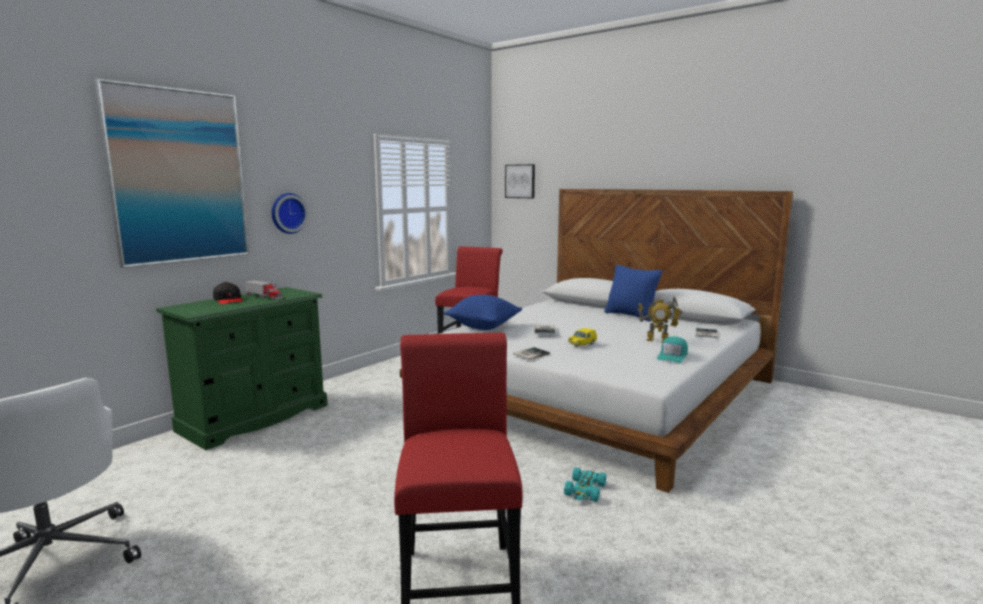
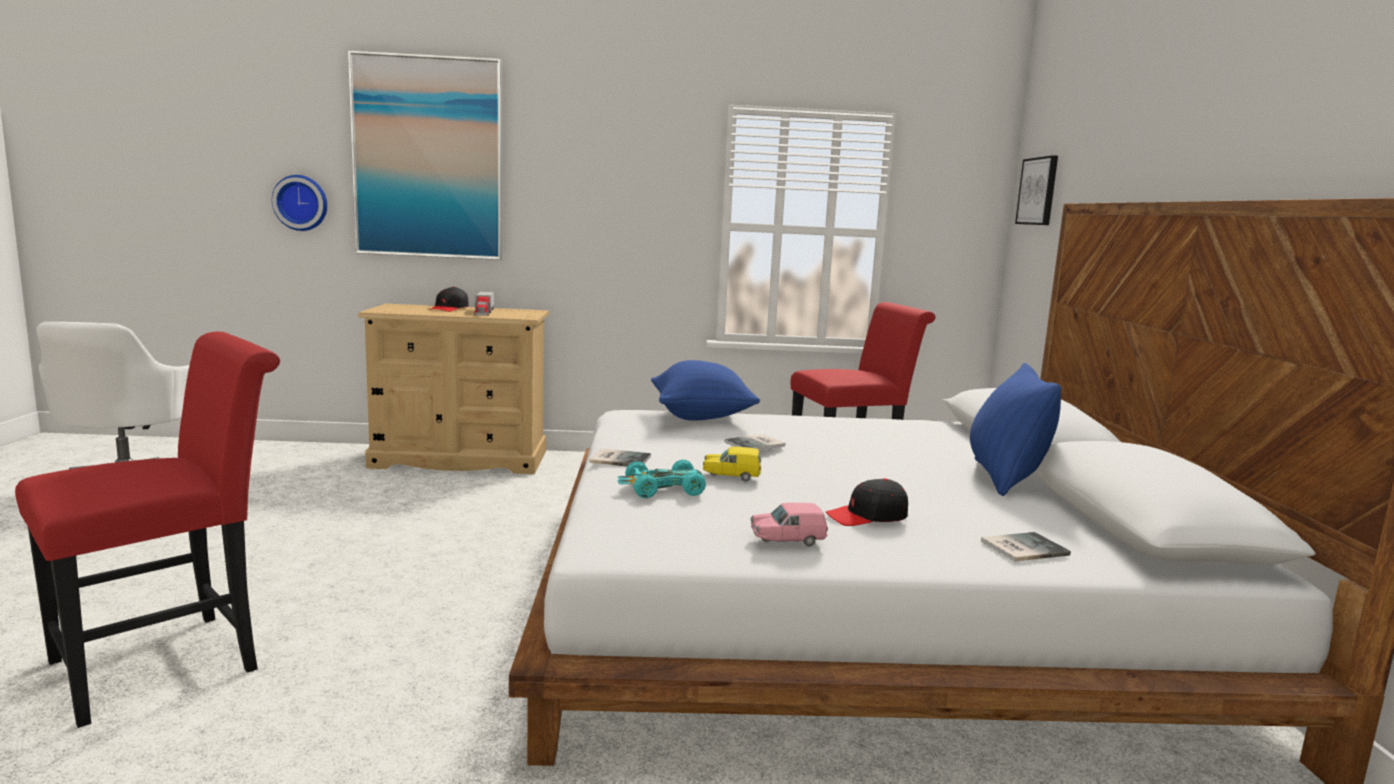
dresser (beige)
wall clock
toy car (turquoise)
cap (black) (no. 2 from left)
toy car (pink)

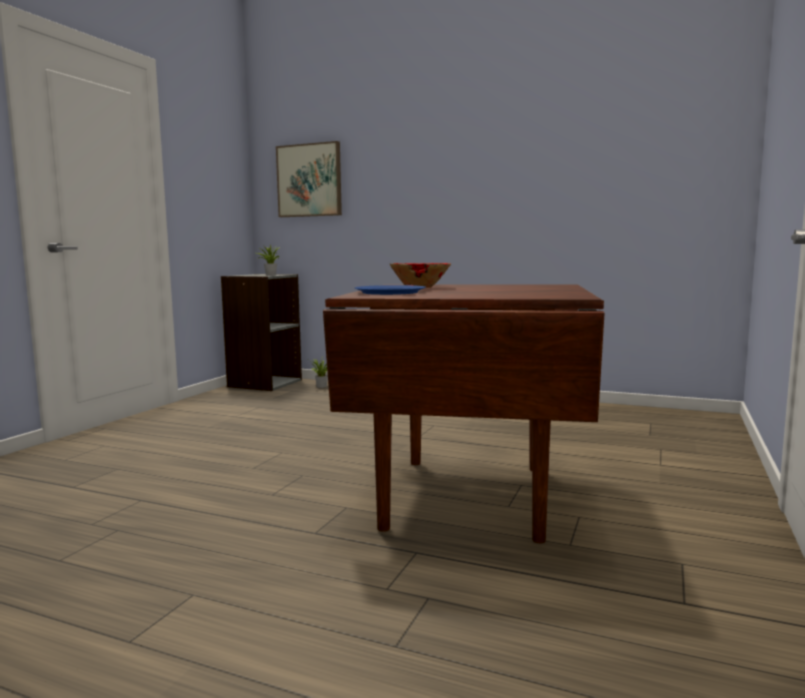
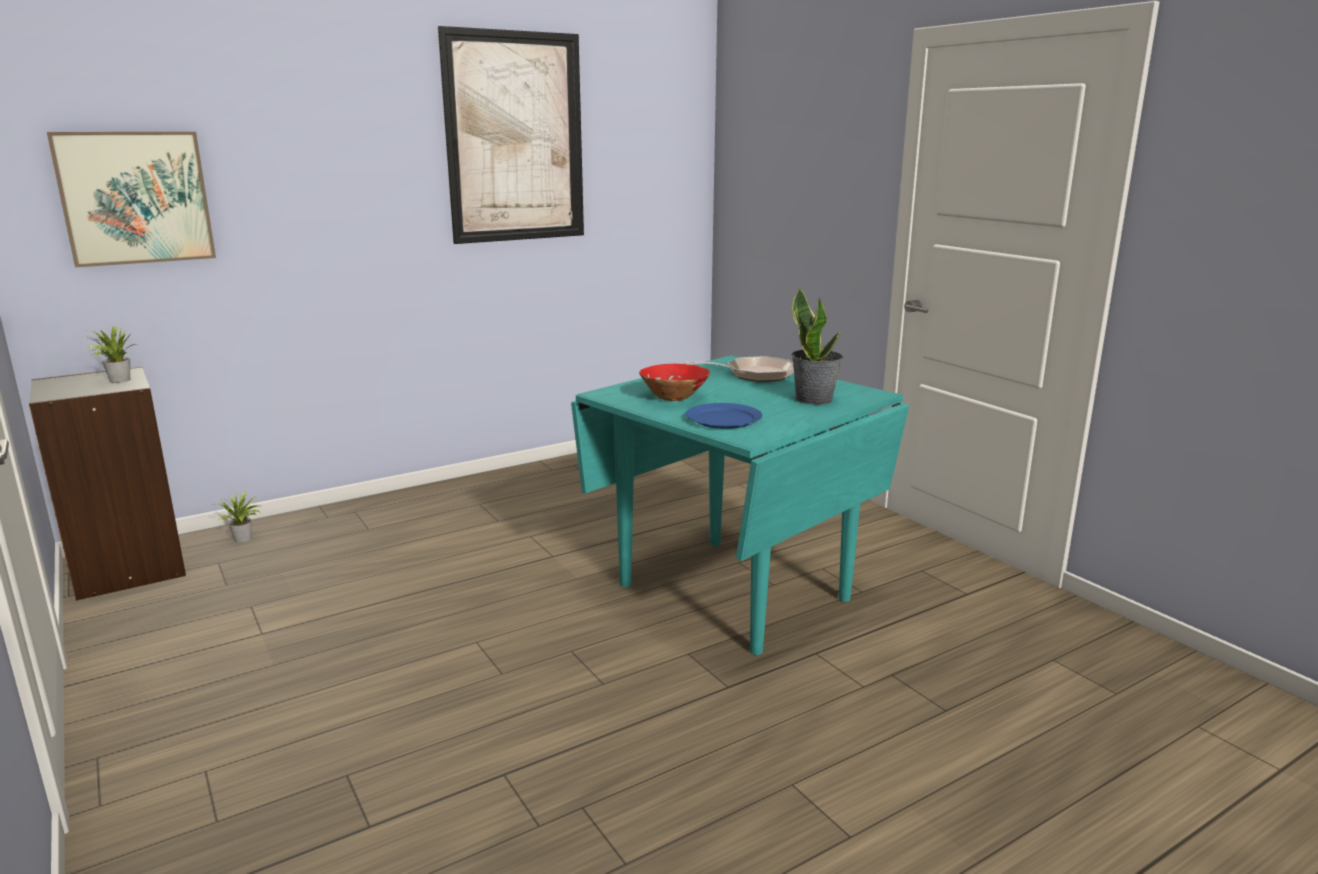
dining table (turquoise)
picture (no. 2 from left)
frying pan
potted plant (no. 3 from left)

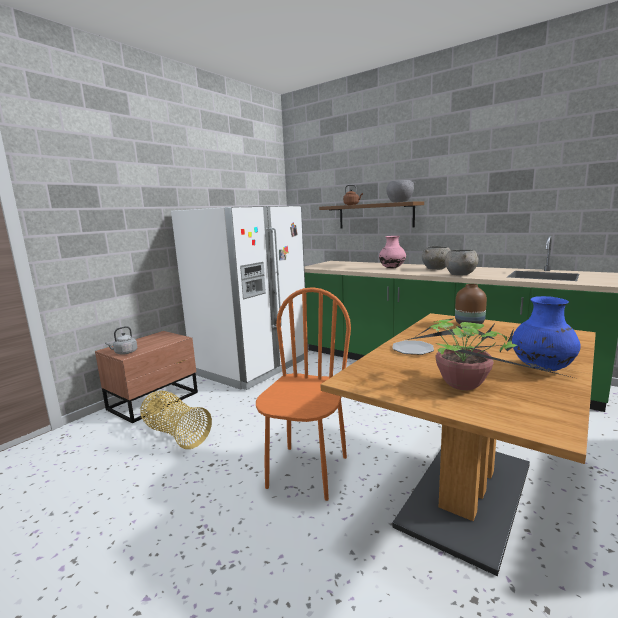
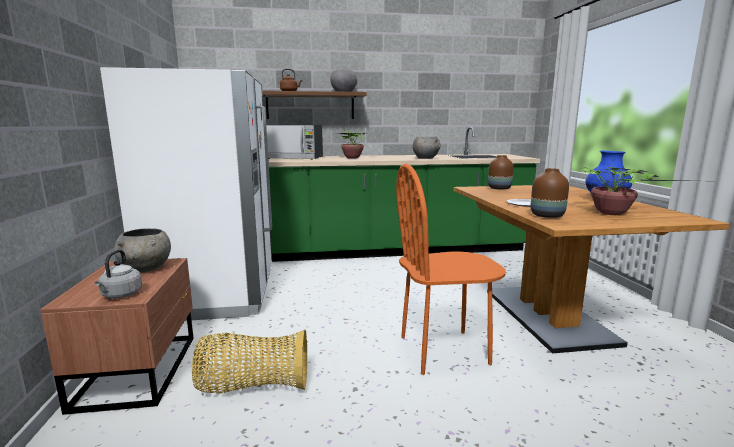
chair (orange)
potted plant (no. 1 from left)
bowl (grey) (no. 1 from left)
microwave
vase (brown) (no. 2 from left)

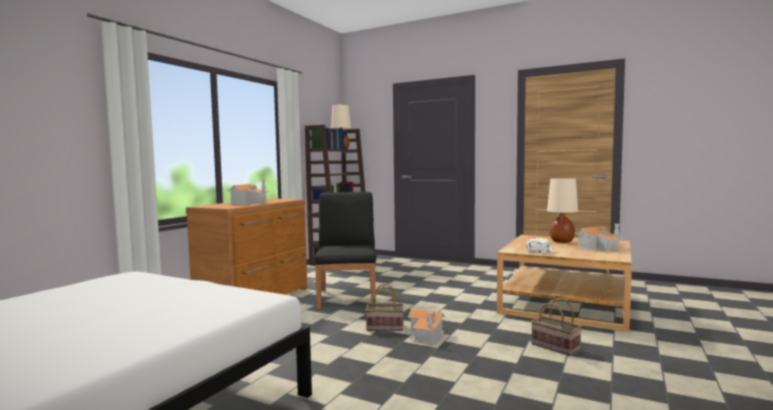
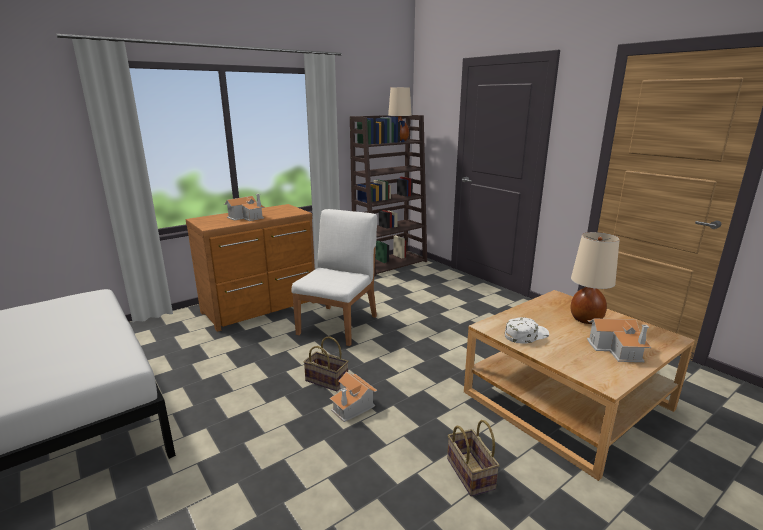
chair (white)

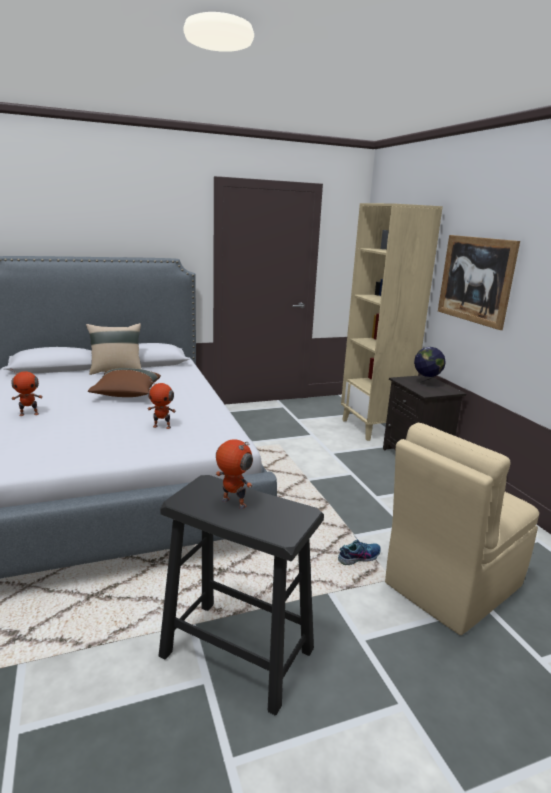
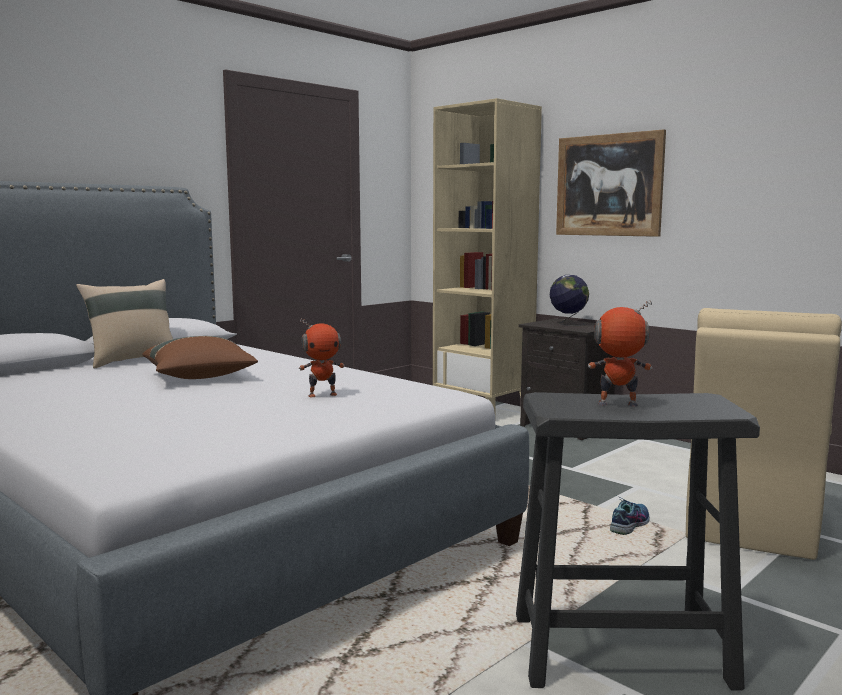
toy robot (no. 1 from left in the first image)

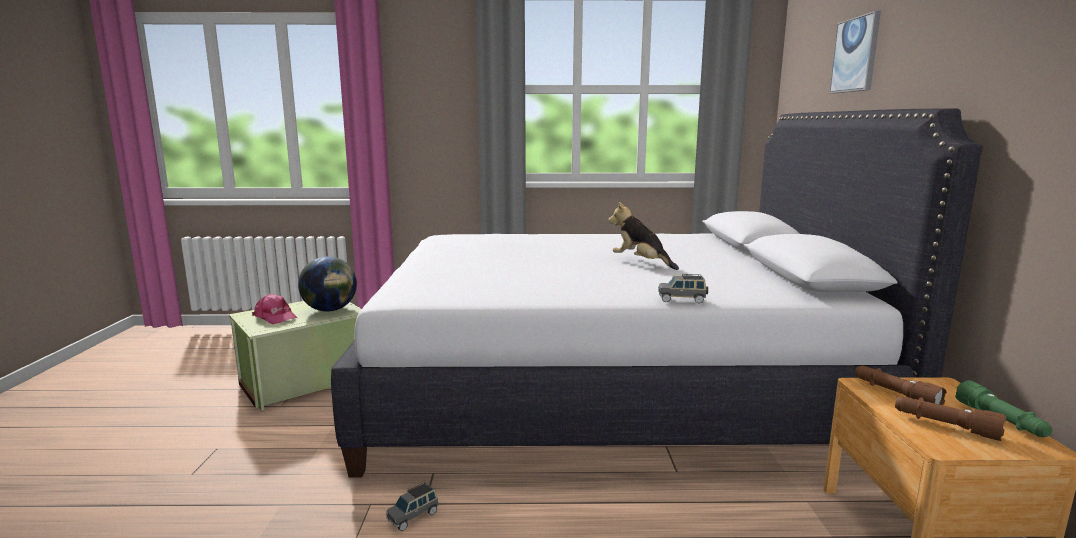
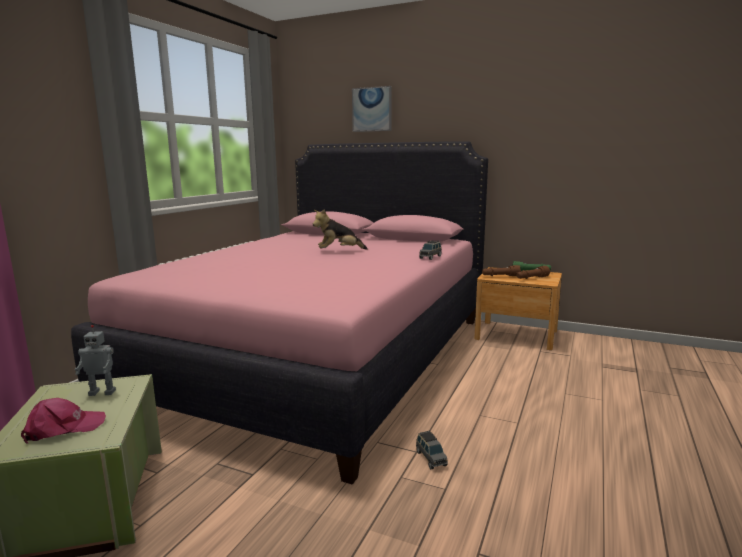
toy robot
bed (pink)

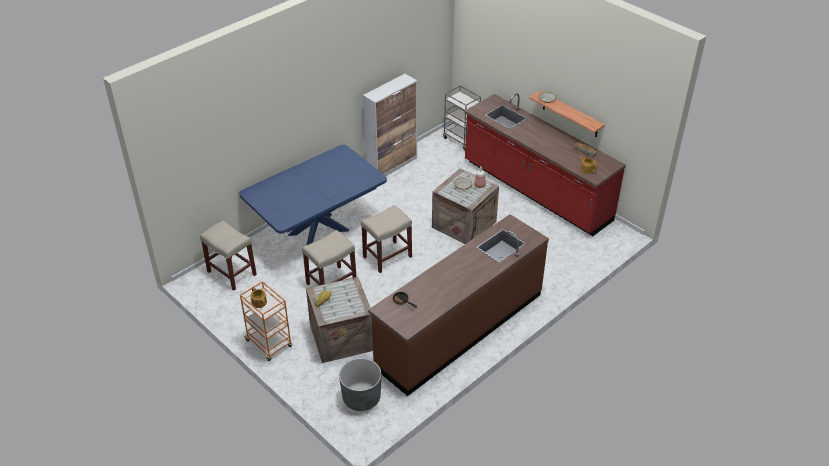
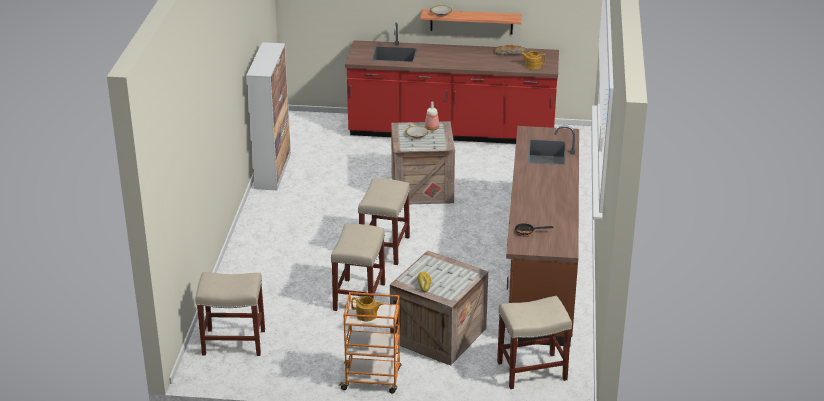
dining table (blue)
stool (beige) (no. 4 from left)
cart (grey)

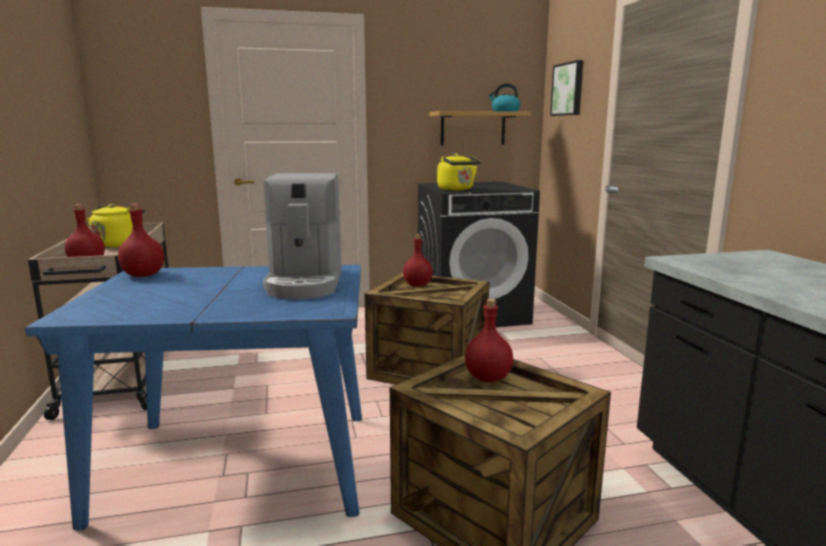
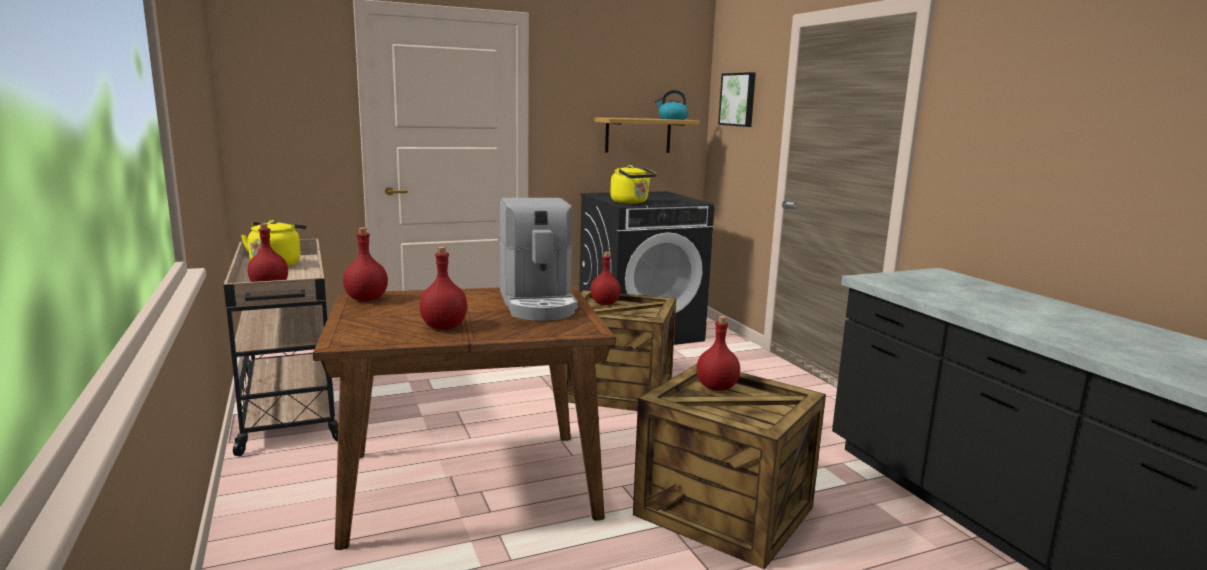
dining table (brown)
bottle (red) (no. 3 from left)

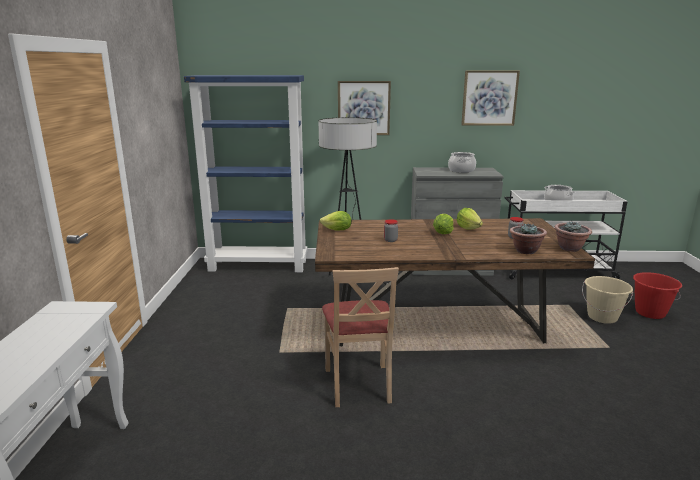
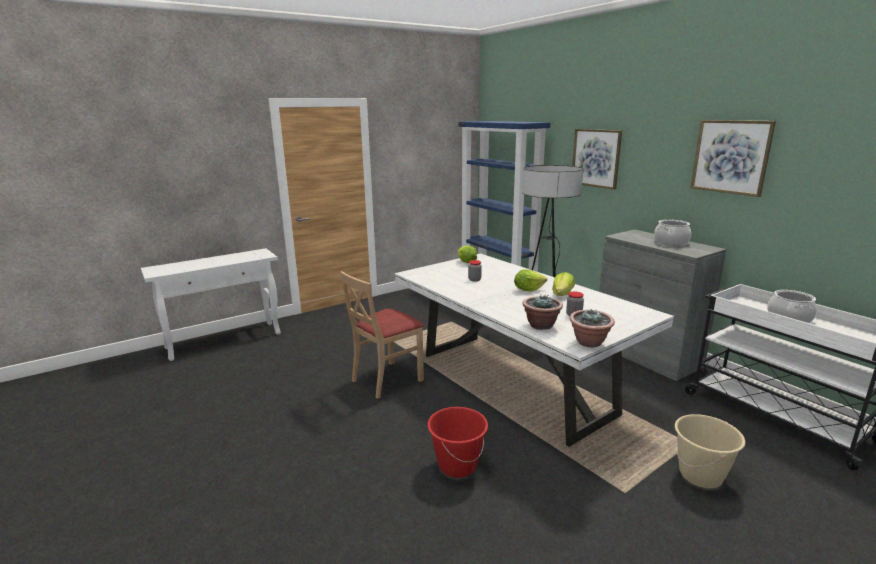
dining table (white)
bucket (red)

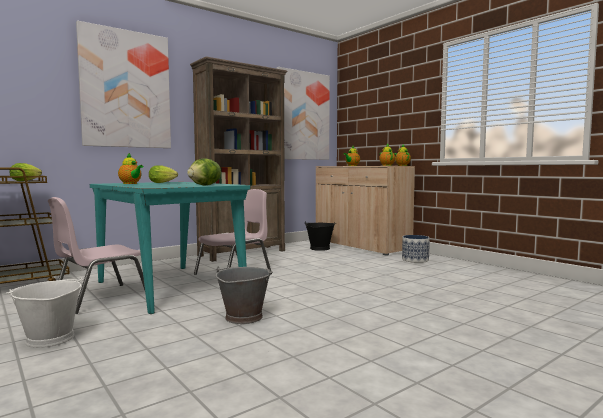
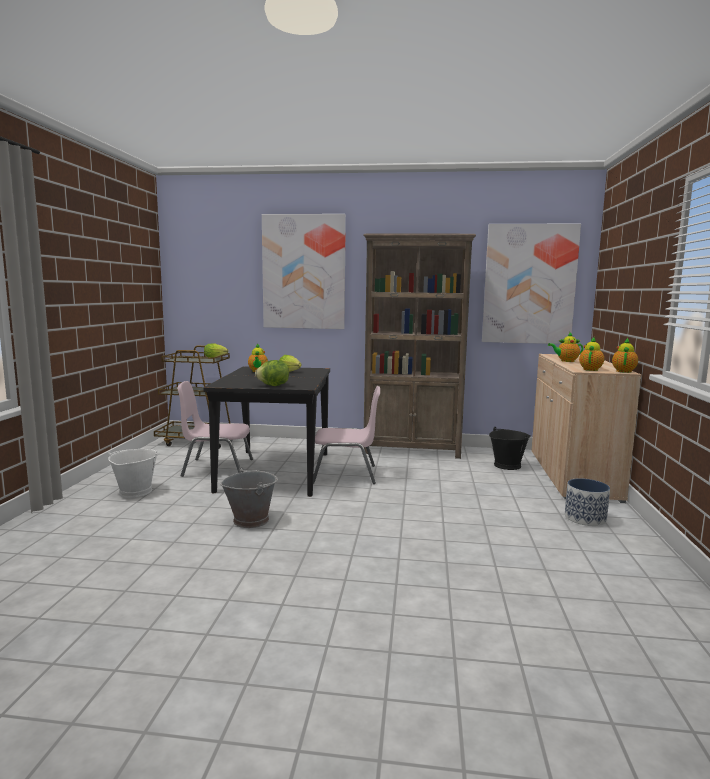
dining table (black)

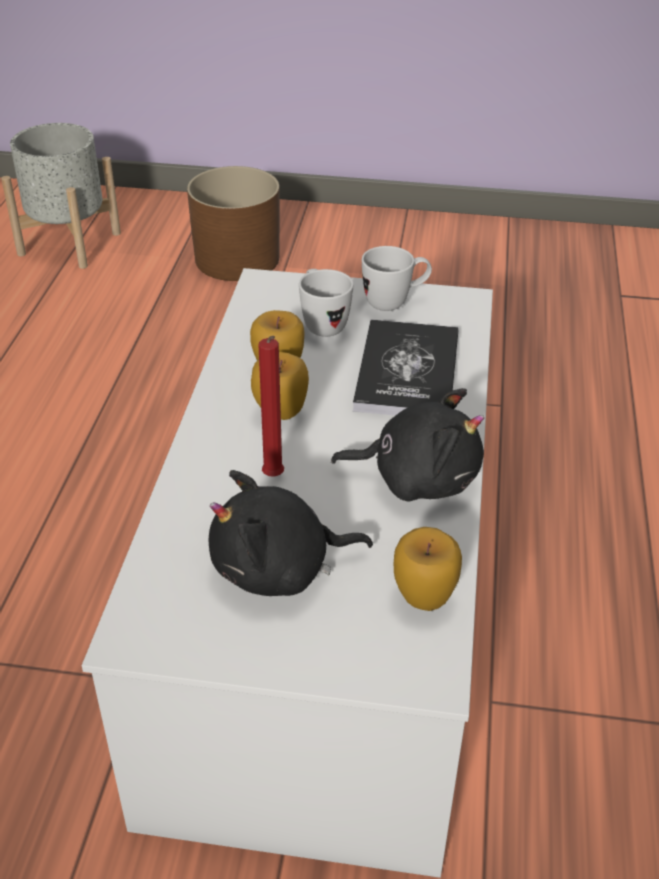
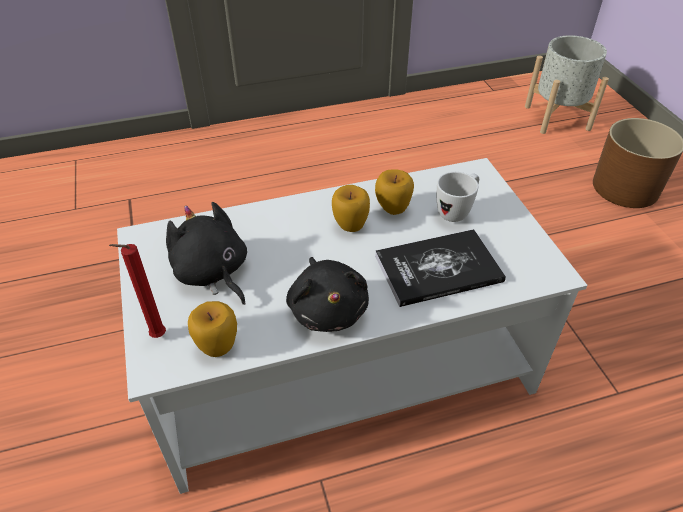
candle (red)
mug (white) (no. 2 from left in the first image)

